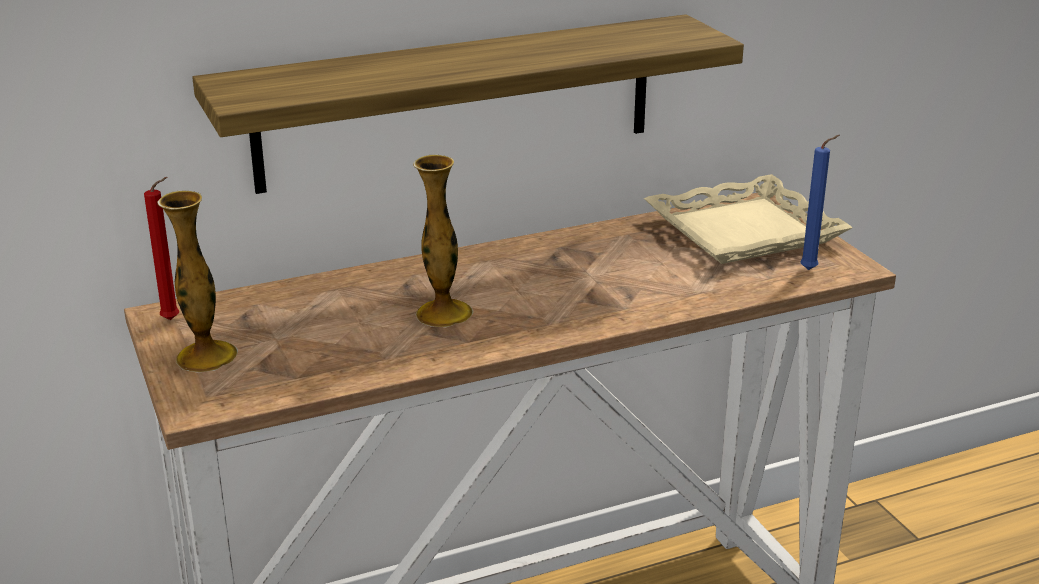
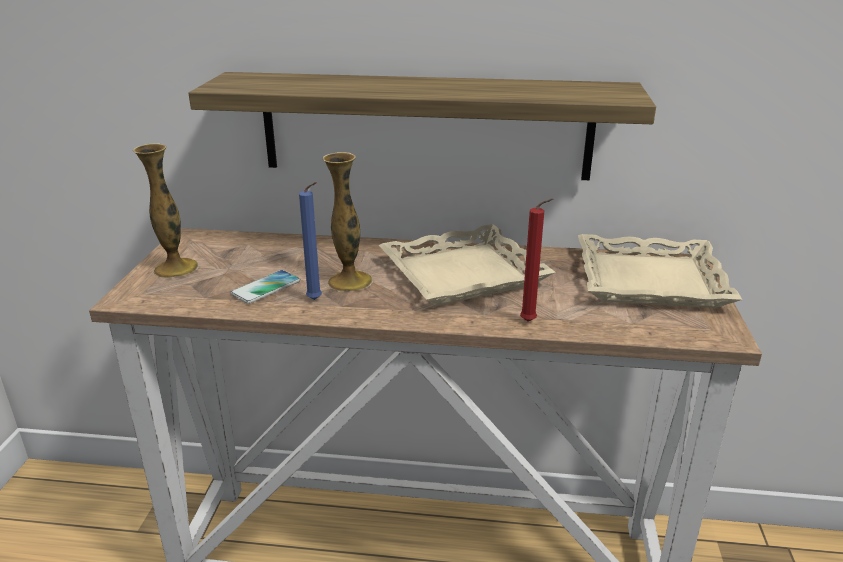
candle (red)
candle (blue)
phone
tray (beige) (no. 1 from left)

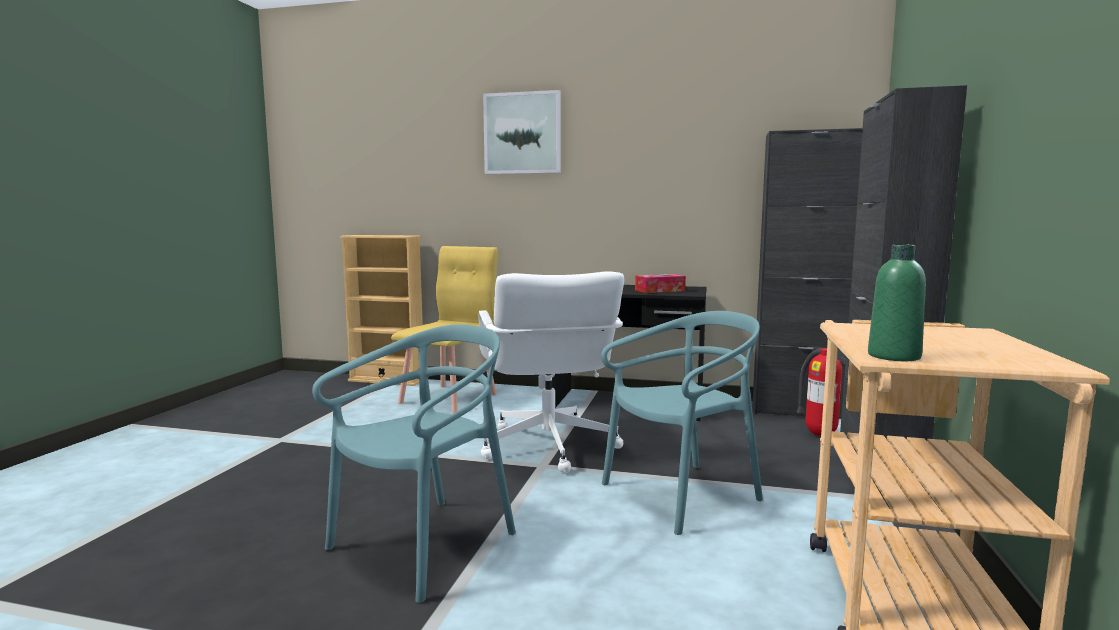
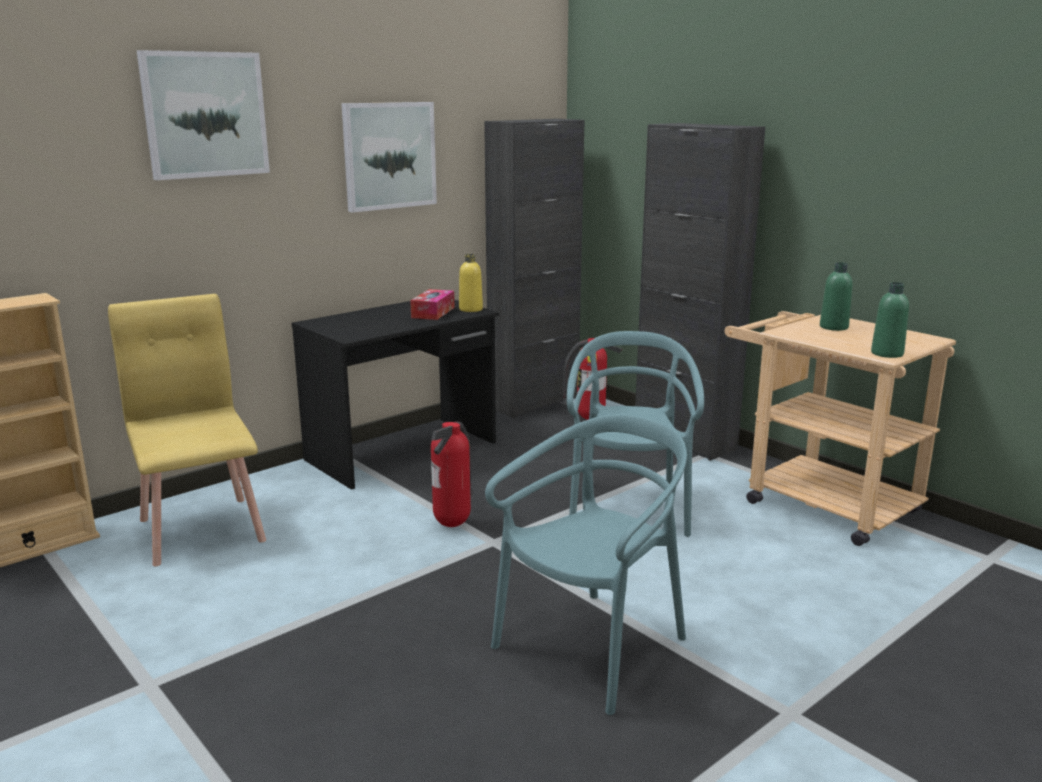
chair (turquoise) (no. 1 from left)
fire extinguisher (no. 1 from left)
picture (no. 2 from left)
bottle (yellow)
bottle (green) (no. 1 from left)

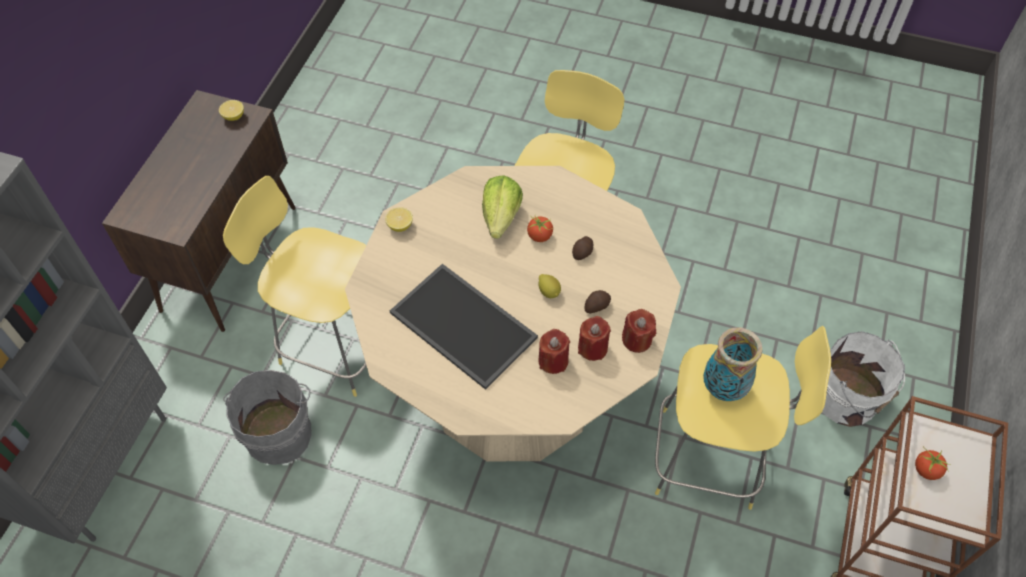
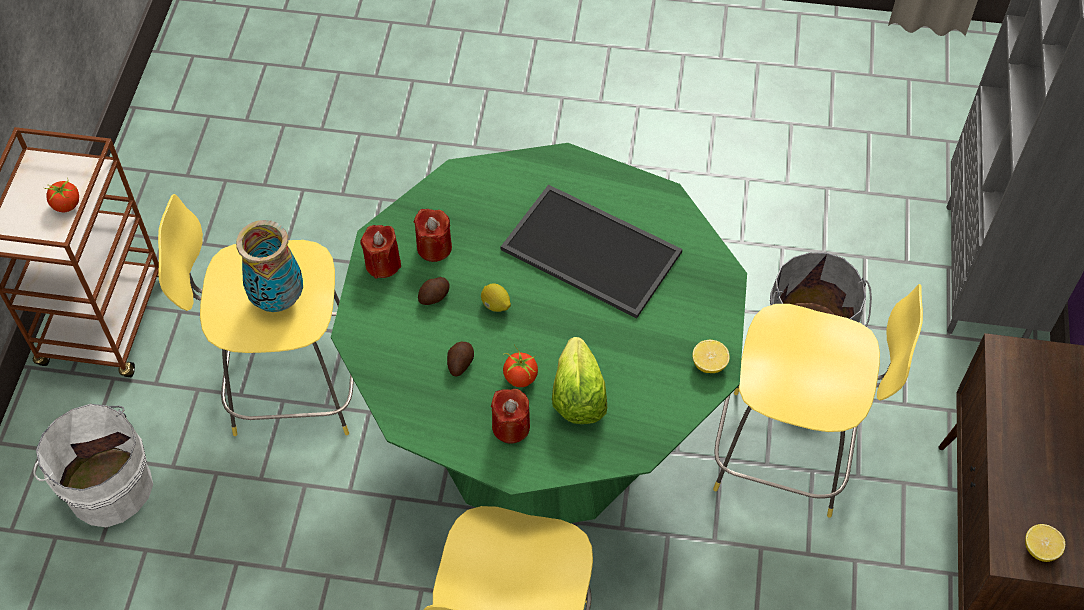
dining table (green)
candle (red) (no. 3 from left)

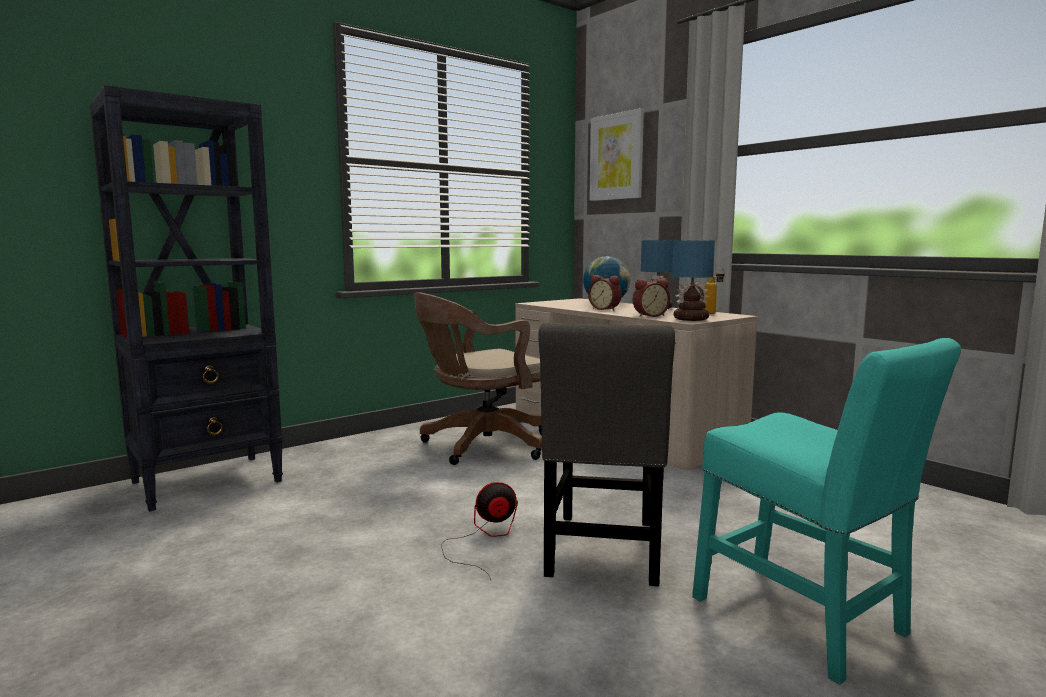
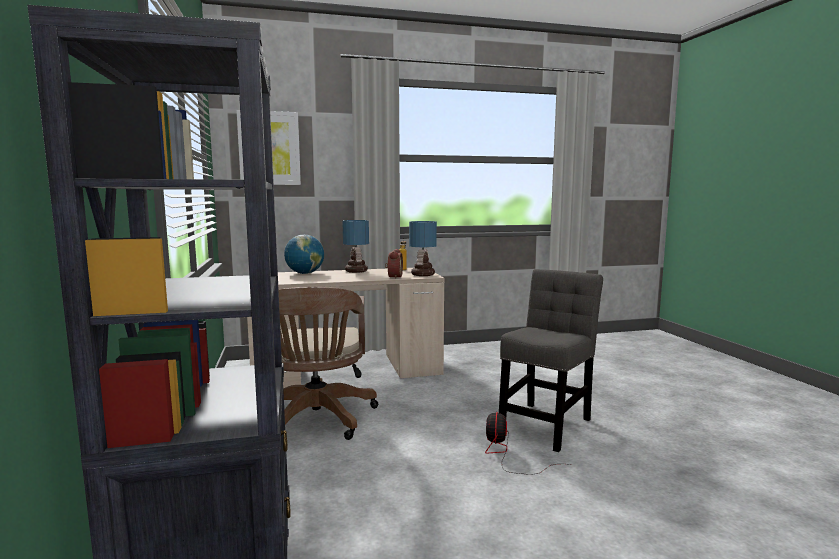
chair (grey)
alarm clock (no. 1 from left in the first image)
chair (turquoise)

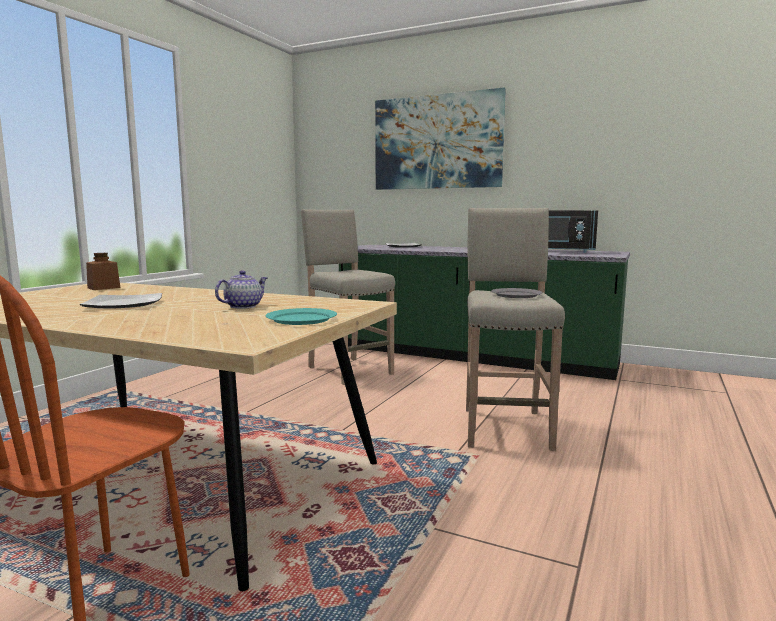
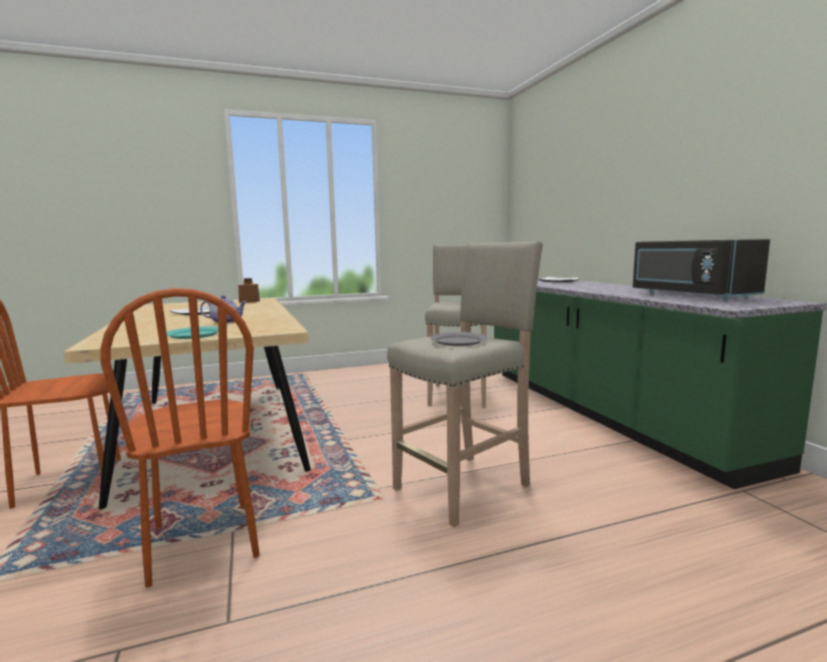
picture
chair (brown) (no. 2 from left)

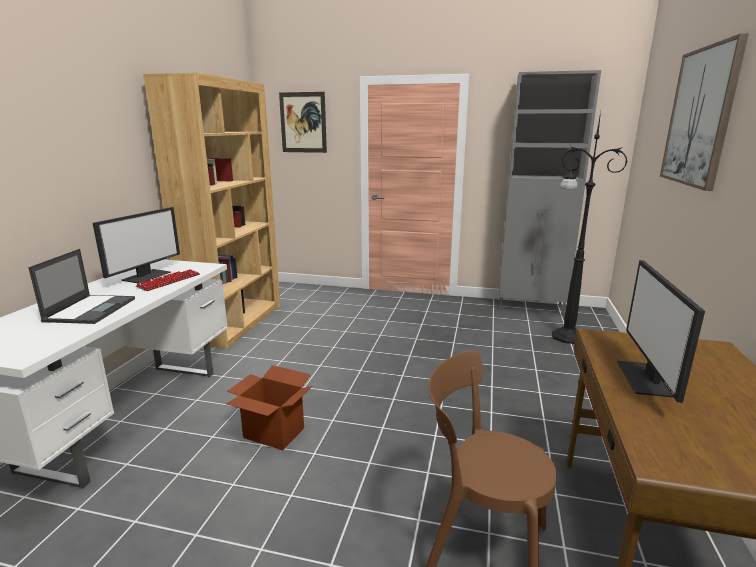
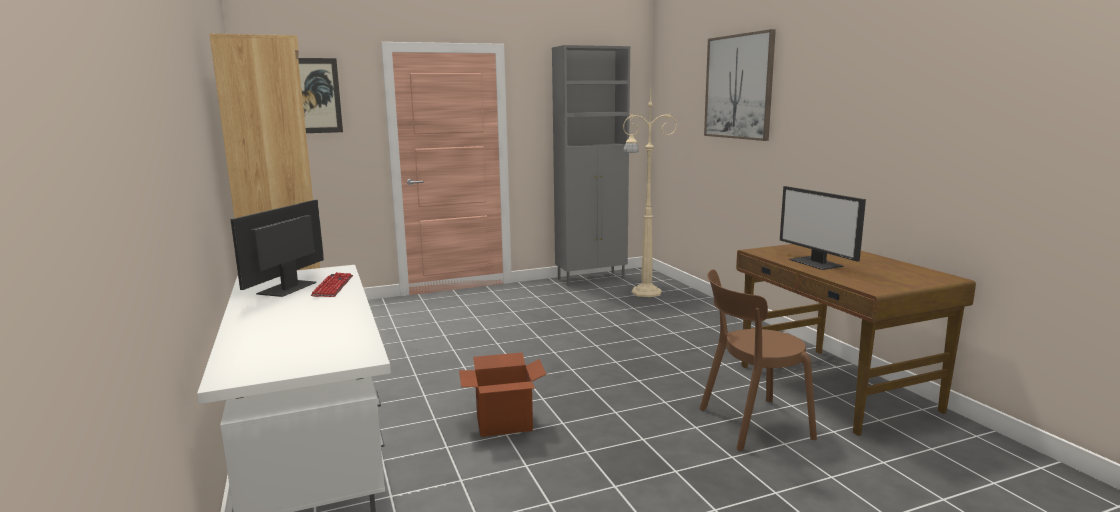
laptop
monitor (no. 1 from left)
floor lamp (beige)

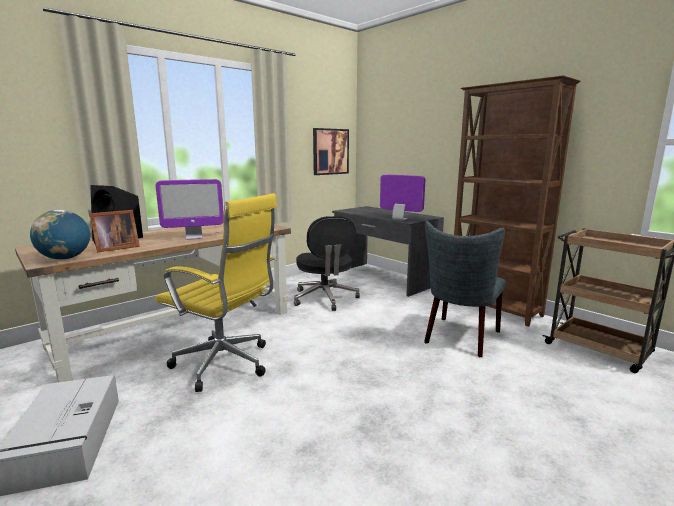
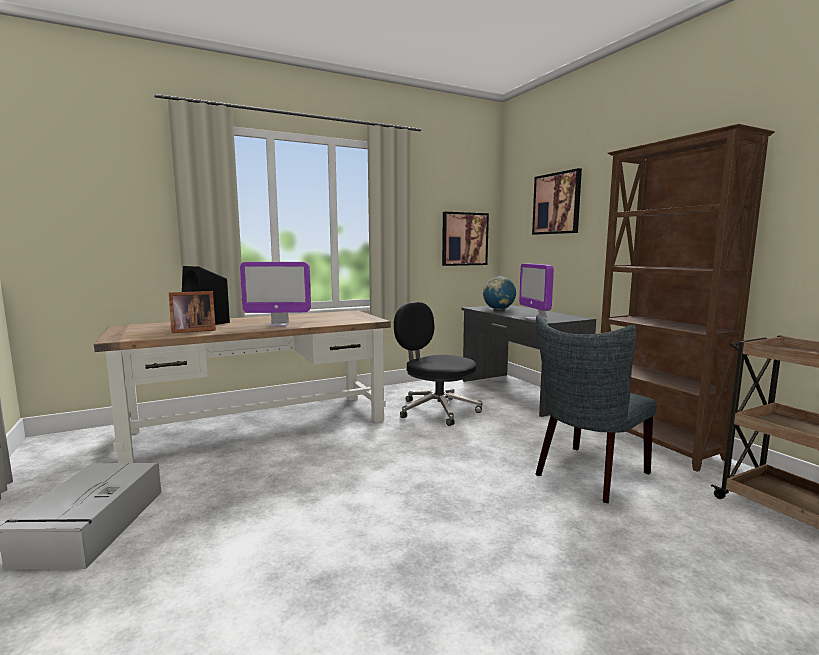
globe
office chair (yellow)
office chair (black)
monitor (no. 2 from left)
picture (no. 2 from left)

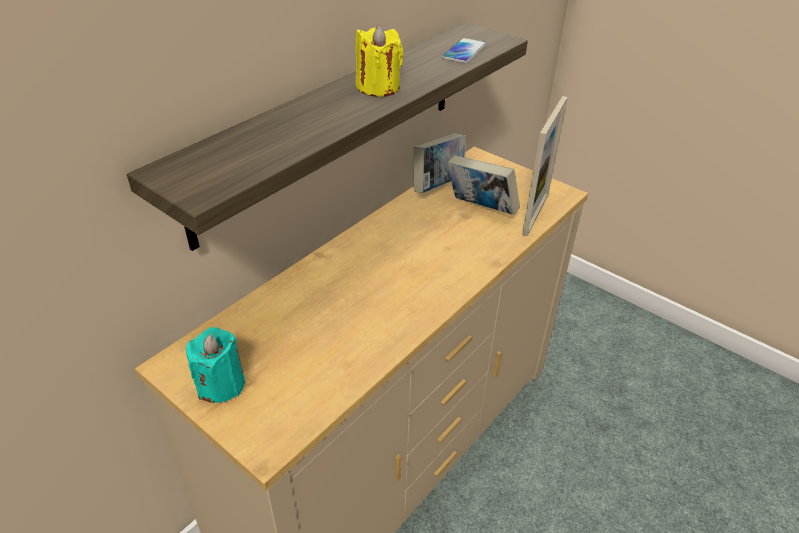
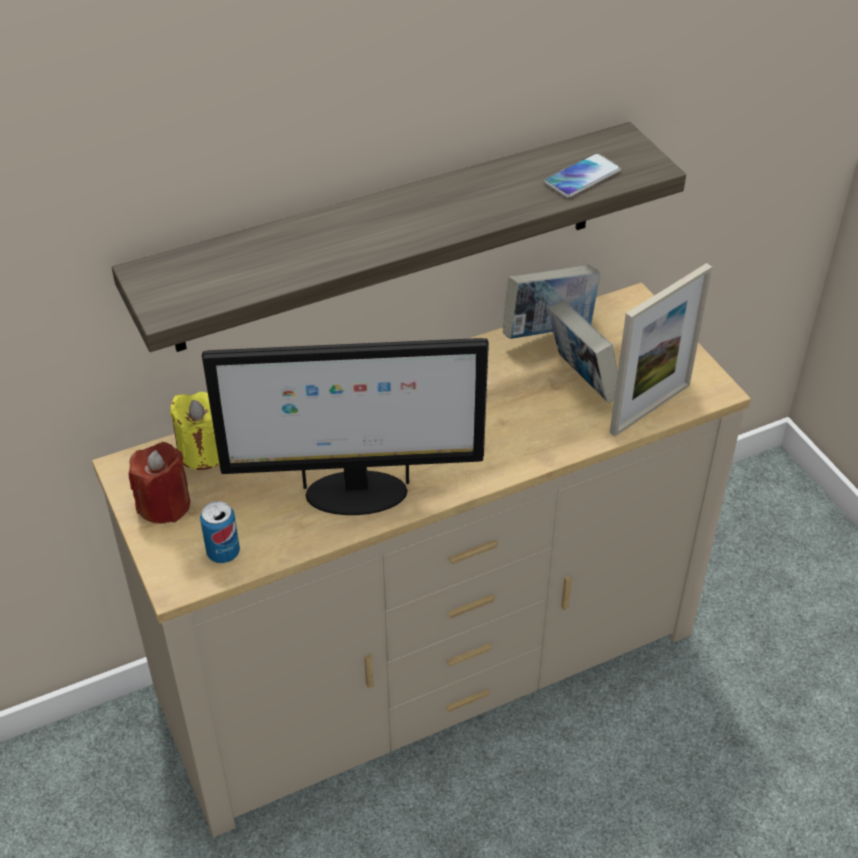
candle (red)
candle (yellow)
can
monitor

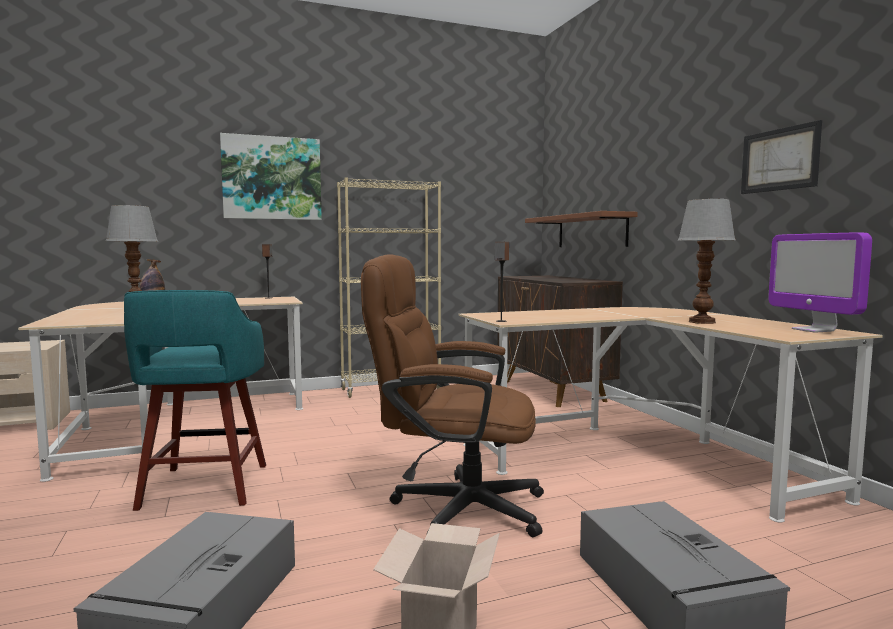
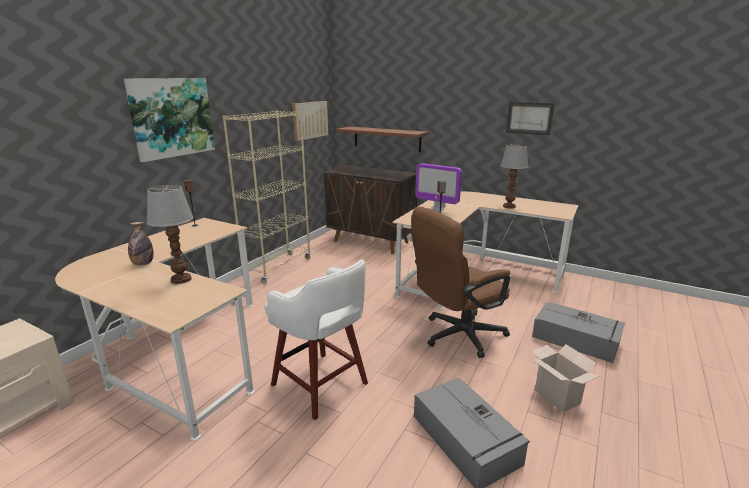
stool (white)
monitor
picture (no. 2 from left)

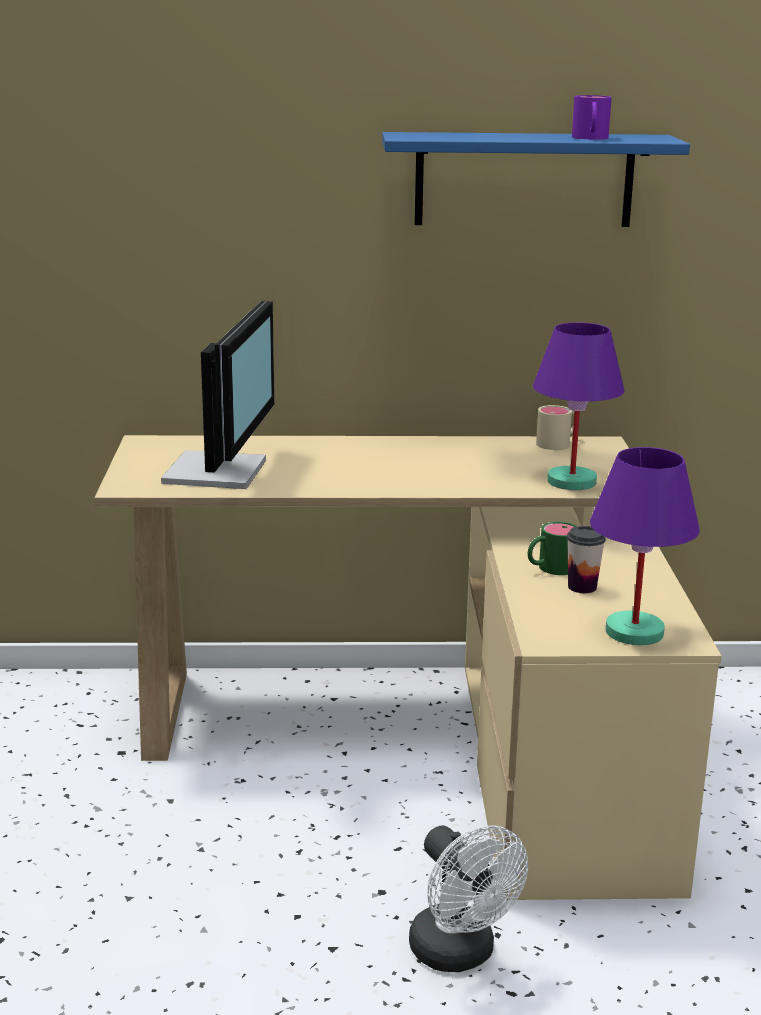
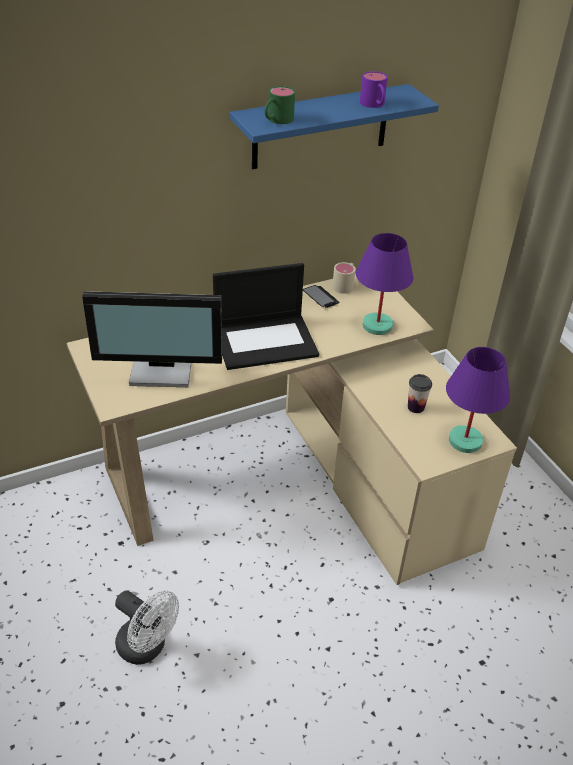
monitor
fan (white)
mug (green)
laptop
phone

